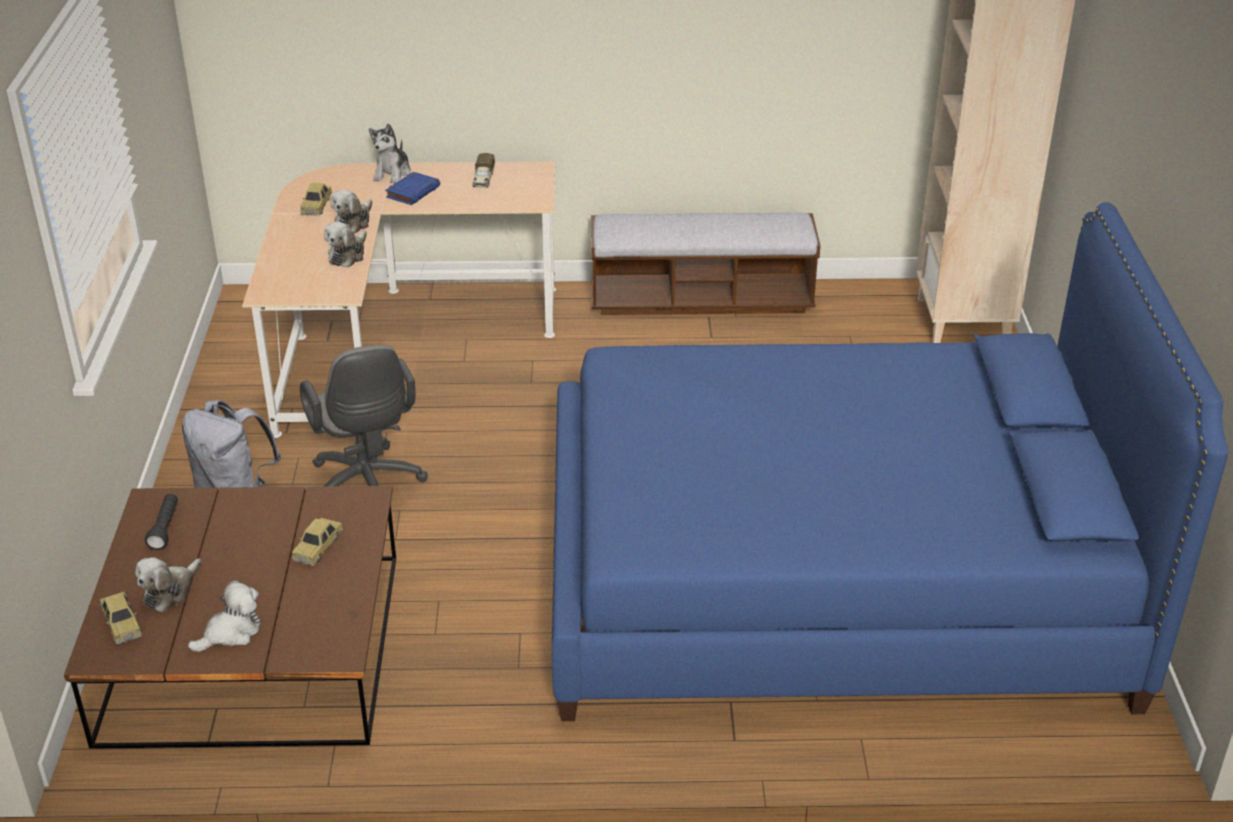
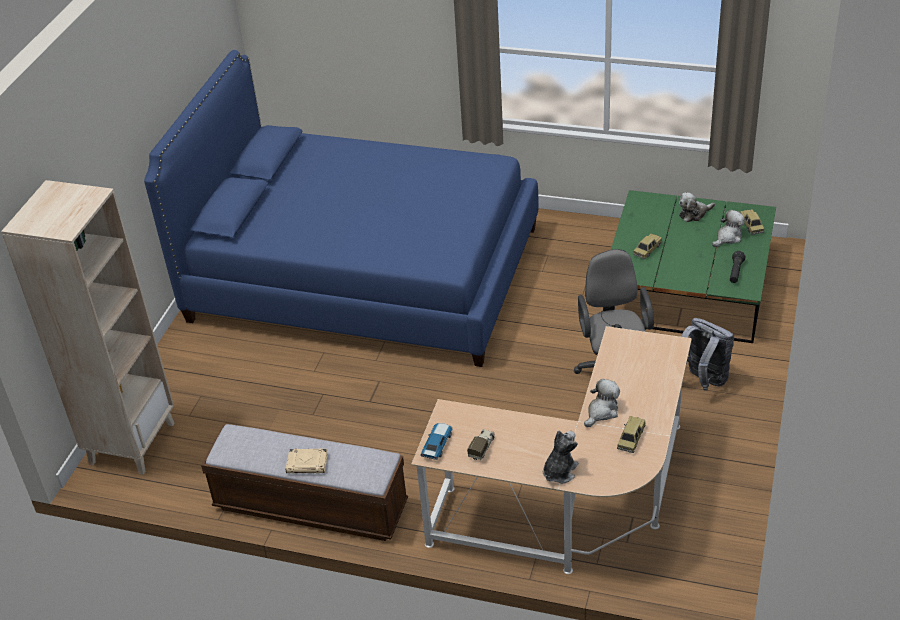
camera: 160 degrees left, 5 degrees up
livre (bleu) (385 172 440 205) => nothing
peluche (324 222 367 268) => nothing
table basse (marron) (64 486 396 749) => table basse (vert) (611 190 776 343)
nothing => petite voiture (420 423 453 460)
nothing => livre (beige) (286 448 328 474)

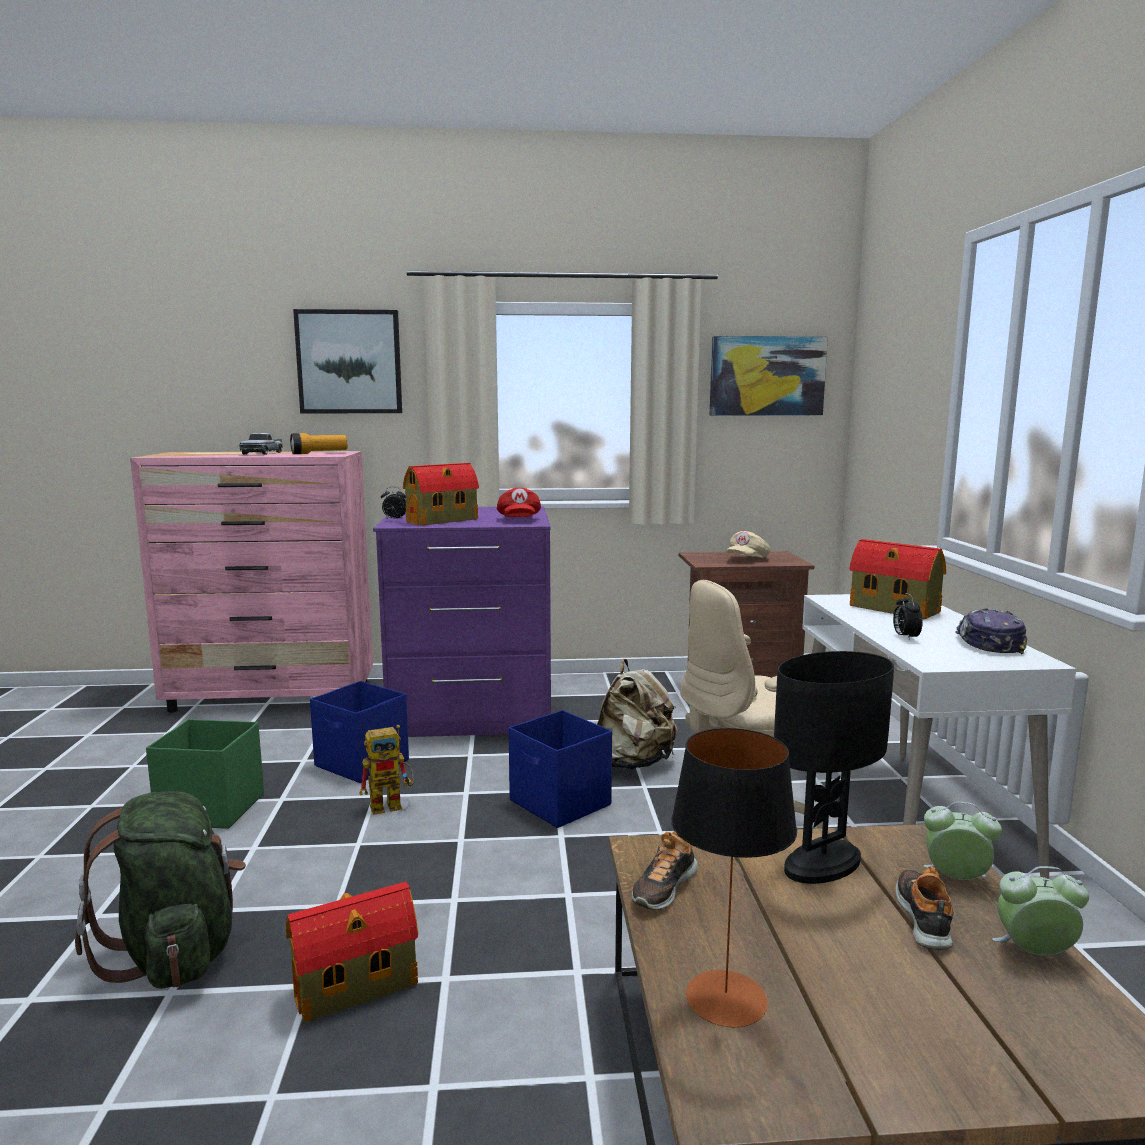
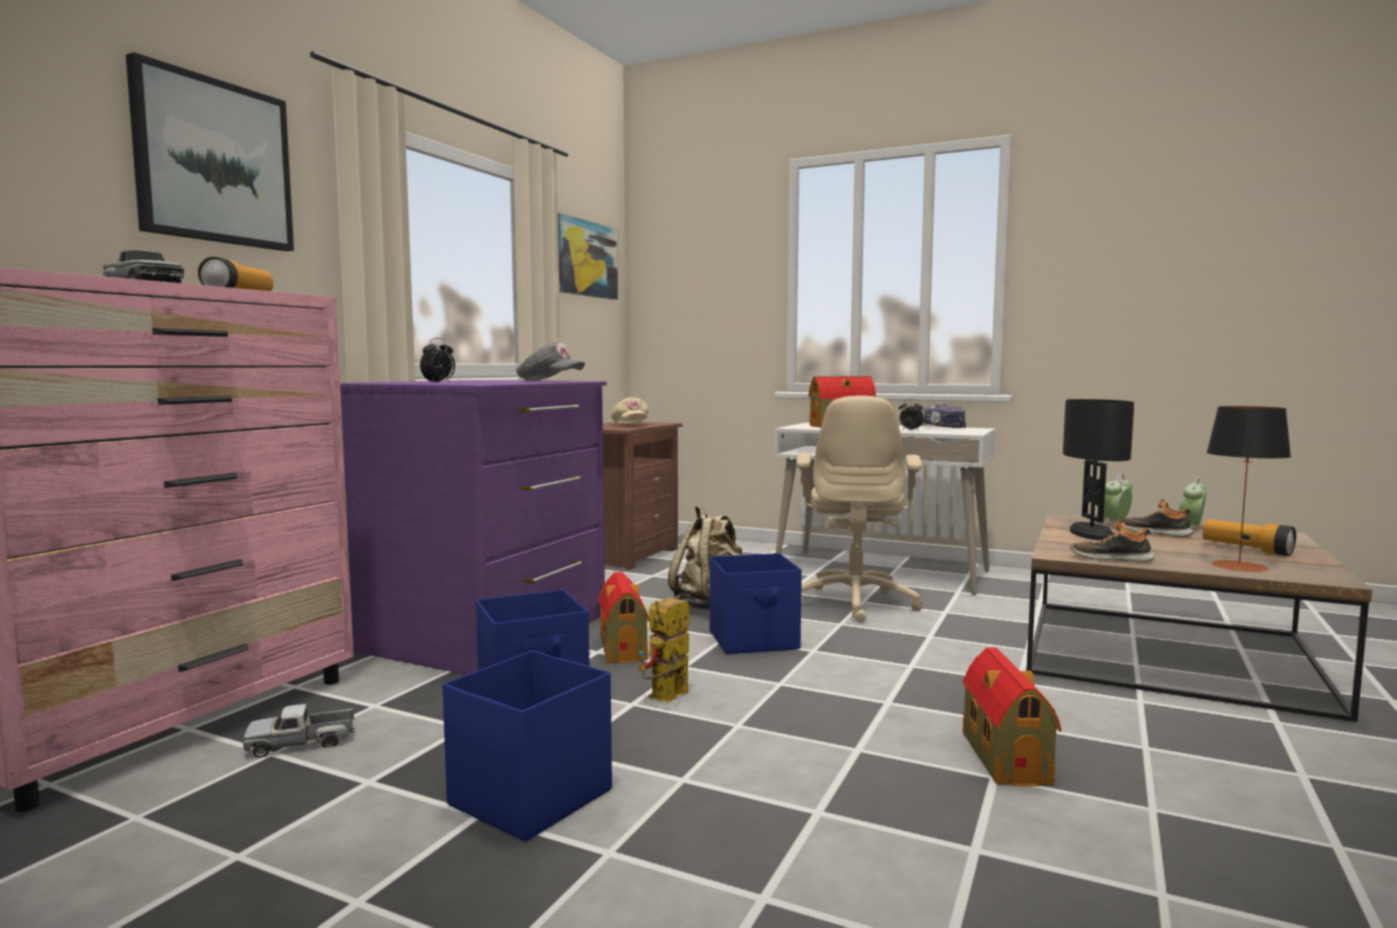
camera: 60 degrees left, 5 degrees down
maison miniature (403 463 479 525) => maison miniature (598 572 649 663), relocated
casquette (rouge) (497 488 541 517) => casquette (gris) (516 342 585 381)
boîte de rangement (vert) (146 719 264 829) => boîte de rangement (bleu) (442 650 612 842)
robot jouet (359 725 414 815) => robot jouet (638 597 689 702), 150 degrees counterclockwise
sac à dos (vert) (75 791 246 989) => nothing
chaussure (632 831 698 910) => chaussure (1070 519 1155 562), 135 degrees clockwise
nothing => lampe de poche (1203 519 1296 556)
nothing => camion jouet (243 704 355 758)

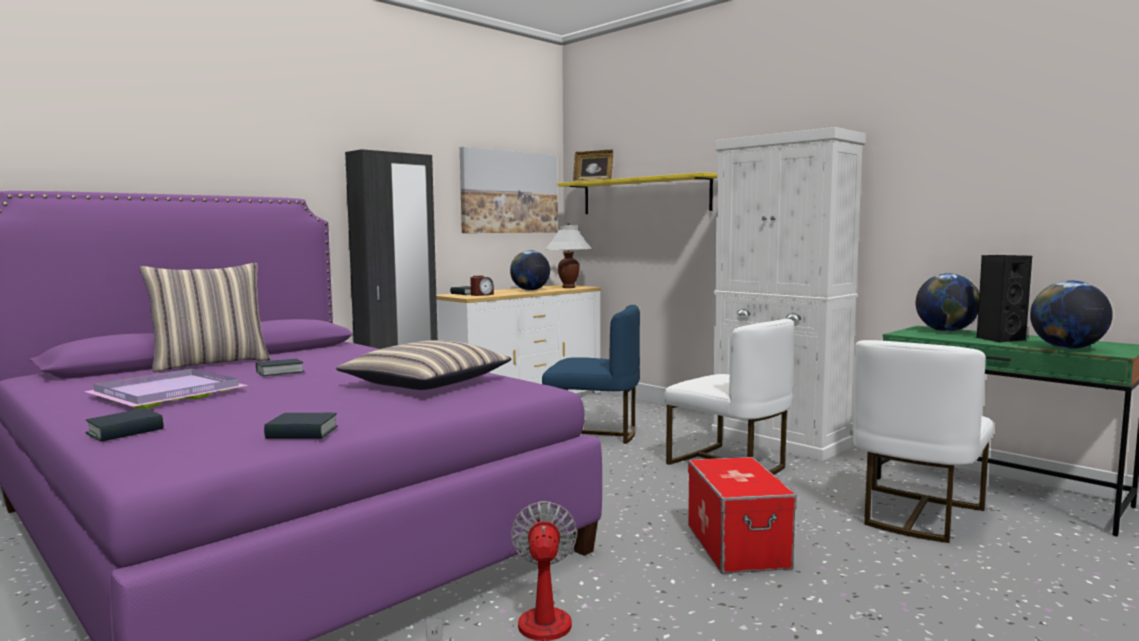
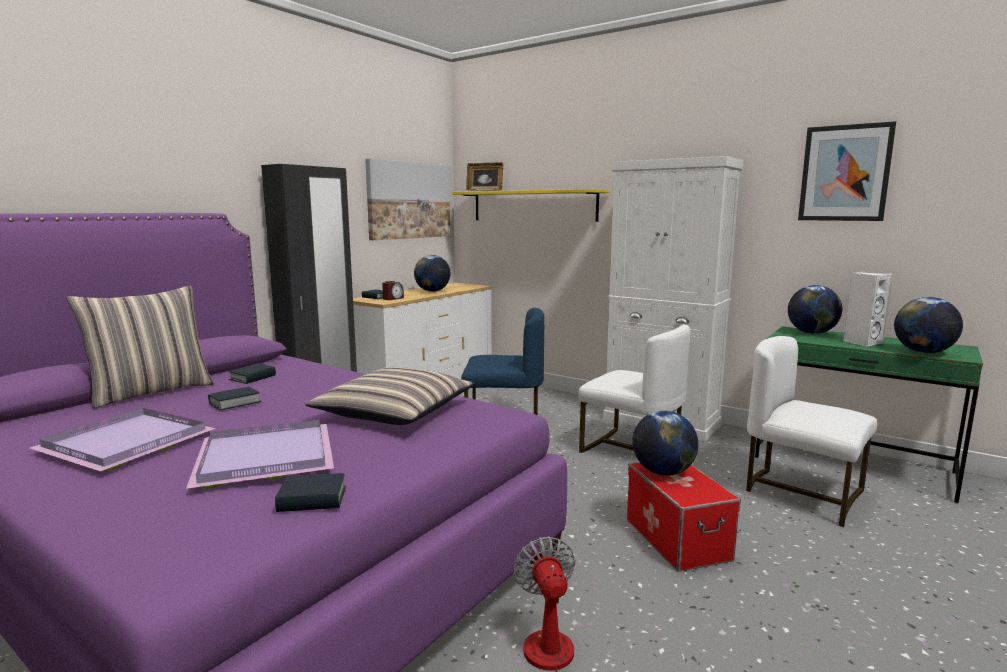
camera: 10 degrees left, 5 degrees up
lampe de table (blanc) (545 223 592 288) => nothing
enceinte (noir) (976 255 1032 343) => enceinte (blanc) (843 272 893 347)
chaise (blanc) (853 340 993 543) => chaise (blanc) (746 336 877 527), 105 degrees clockwise
livre (86 408 163 442) => livre (229 363 276 384), relocated
nothing => tableau (798 121 896 221)
nothing => globe (632 410 698 476)
nothing => plateau (violet) (186 420 334 489)

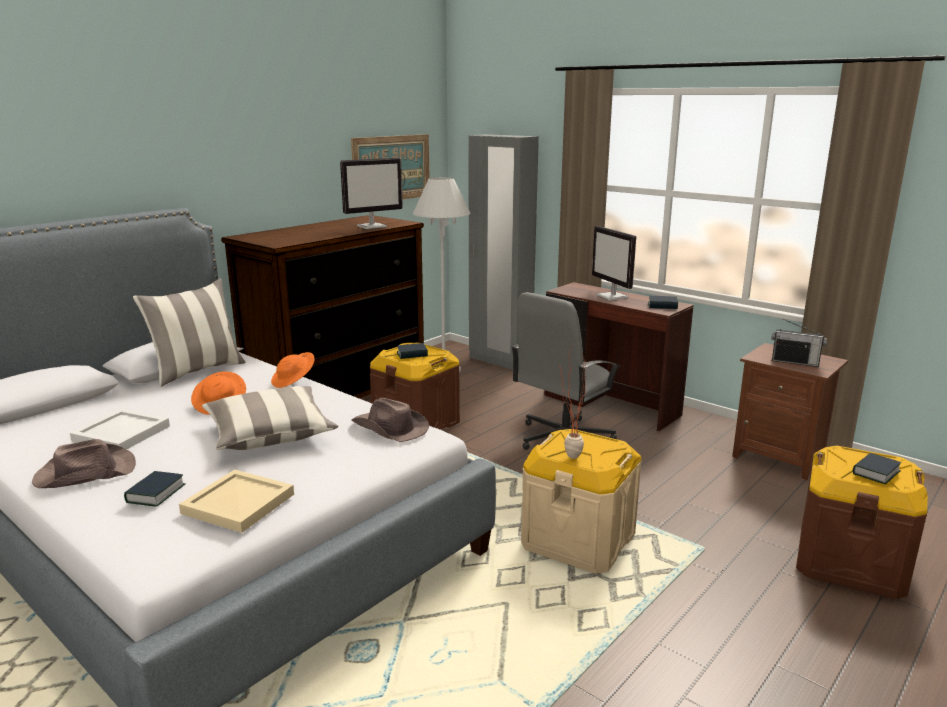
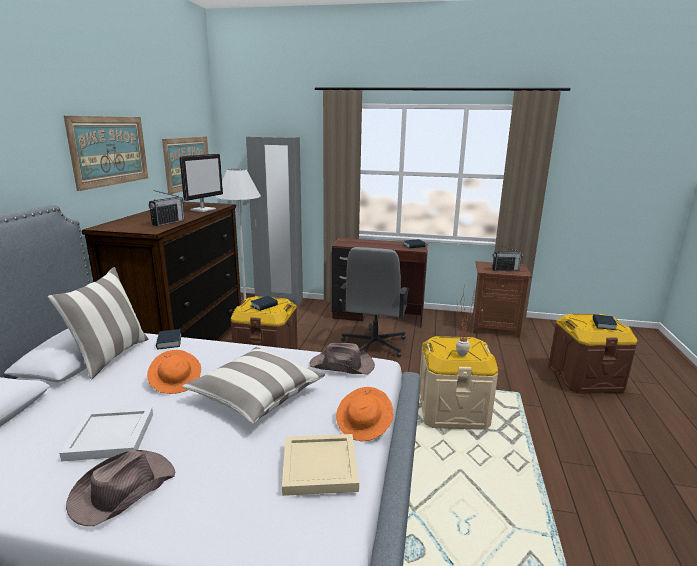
camera: 30 degrees left, 0 degrees up
écran d'ordinateur (592 226 636 301) => nothing
chapeau (orange) (271 352 315 388) => chapeau (orange) (336 387 394 441), relocated
livre (124 471 185 507) => livre (156 329 182 350), relocated
nothing => tableau (64 116 148 191)
nothing => radio (148 190 185 226)

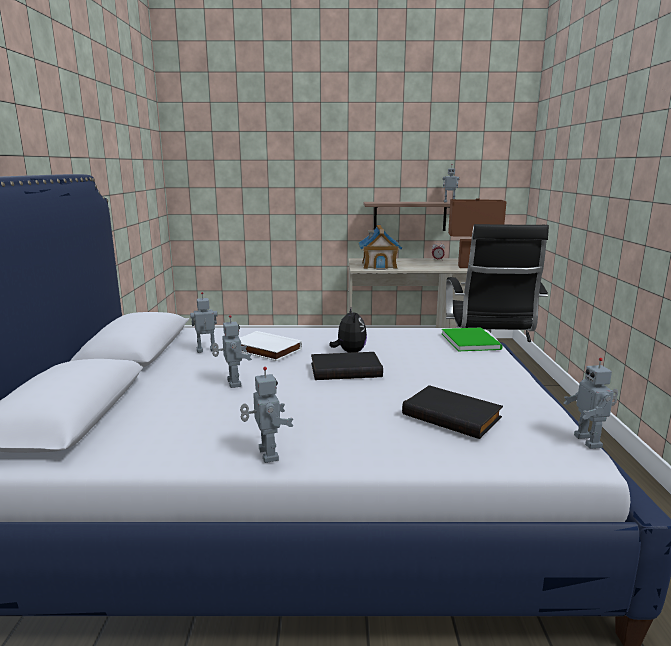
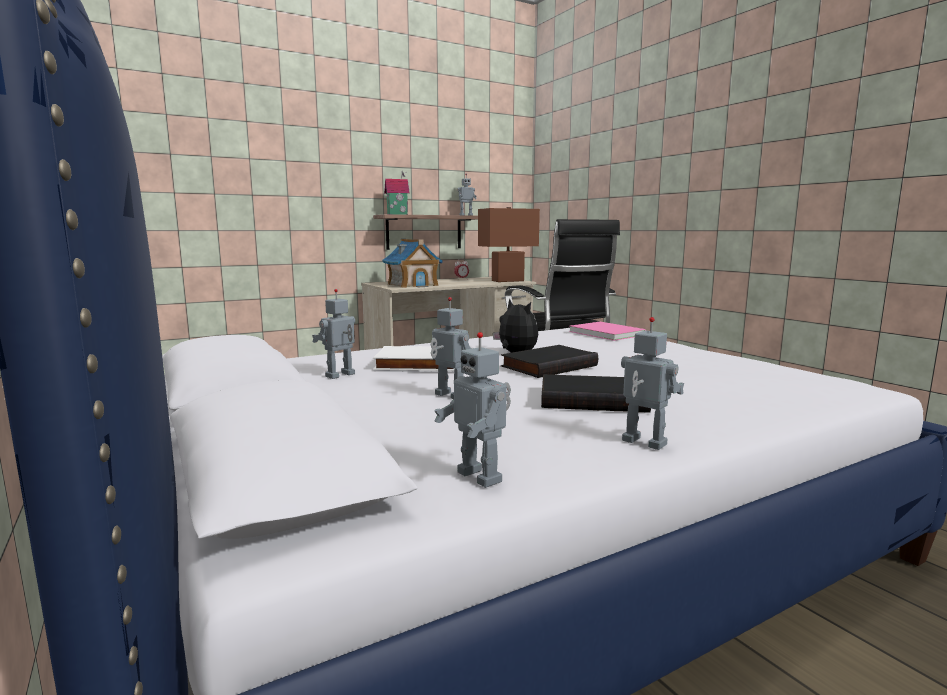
camera: 30 degrees left, 5 degrees down
livre (vert) (441 327 503 351) => livre (rose) (569 322 646 341)
robot jouet (564 357 618 449) => robot jouet (434 332 511 488), relocated
livre (noir) (402 385 503 439) => livre (noir) (541 374 651 413), relocated
nothing => maison miniature (384 171 410 215)

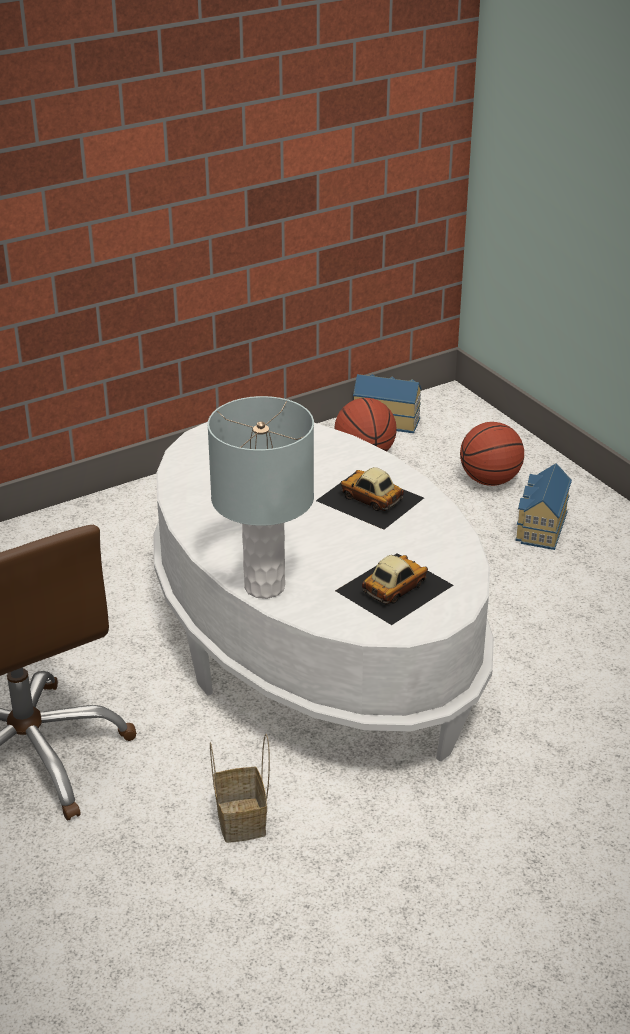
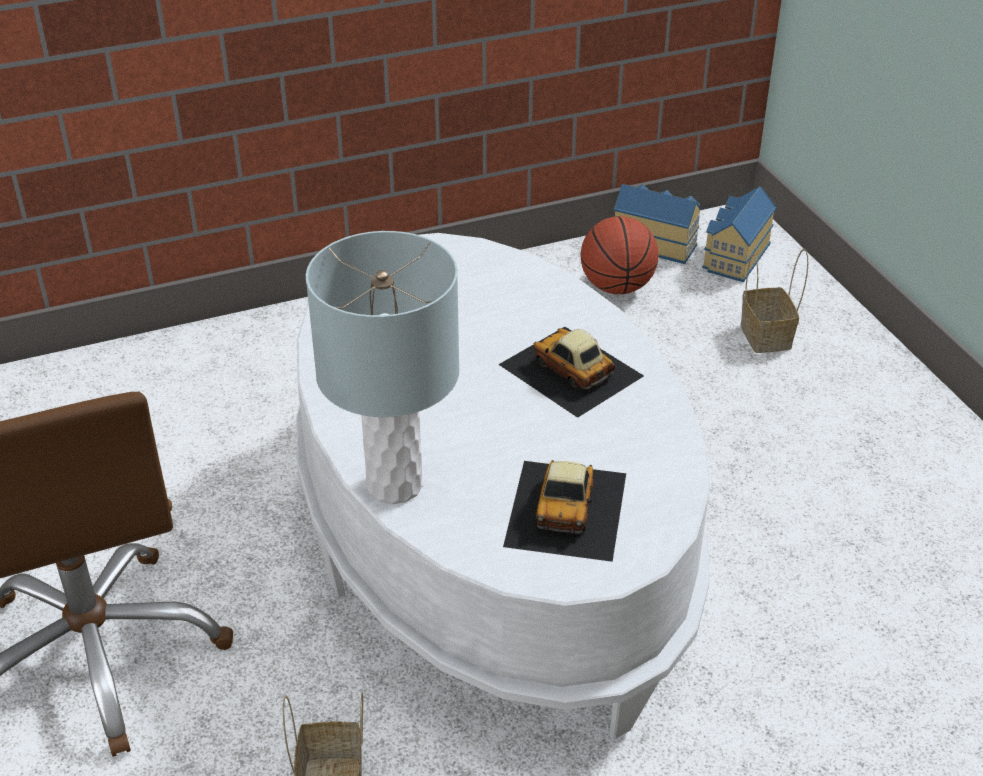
camera: 10 degrees right, 5 degrees up
ballon de basket (460 422 524 486) => panier (741 249 808 353)
maison miniature (515 463 572 550) => maison miniature (702 186 777 282), relocated
petite voiture (335 553 453 625) => petite voiture (503 460 626 562), 135 degrees clockwise

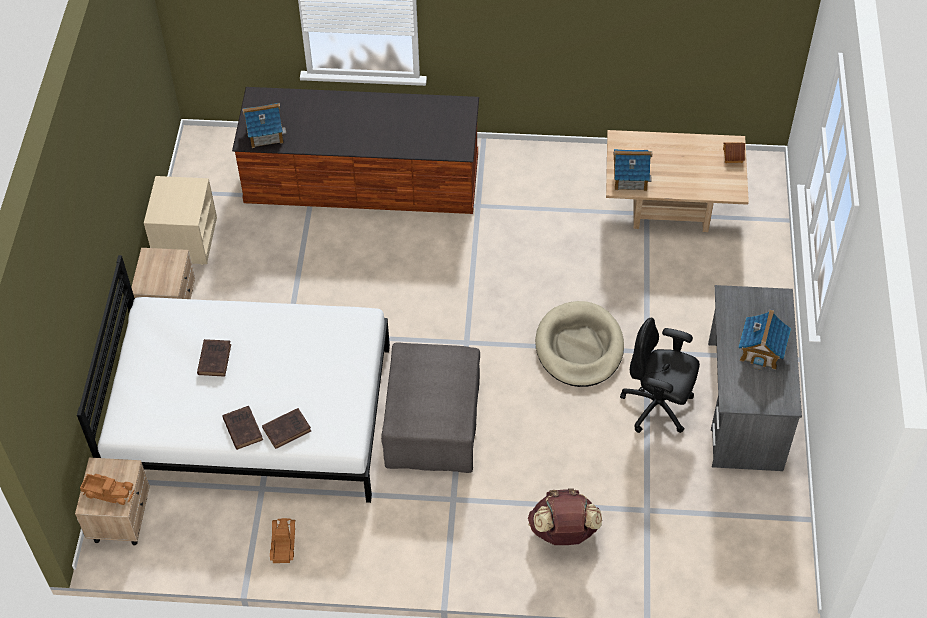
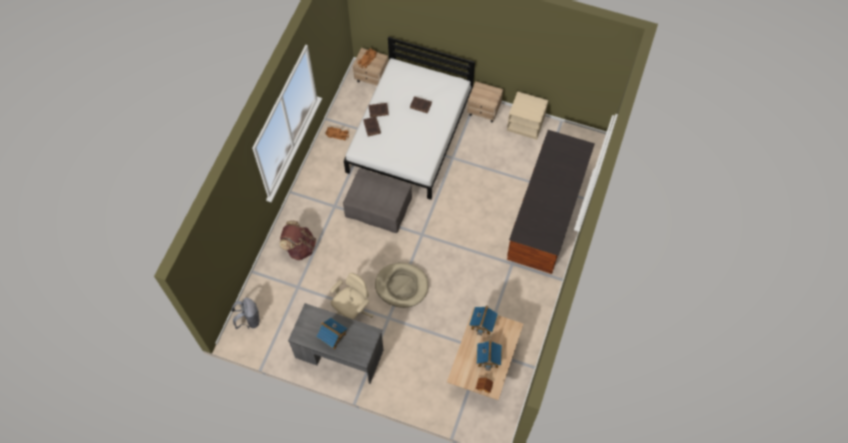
camera: 105 degrees right, 10 degrees up
maison miniature (242 103 287 148) => maison miniature (477 340 502 370), relocated
chaise de bureau (noir) (620 317 700 433) => chaise de bureau (beige) (330 273 373 320)
nothing => sac à dos (gris) (231 298 260 329)

